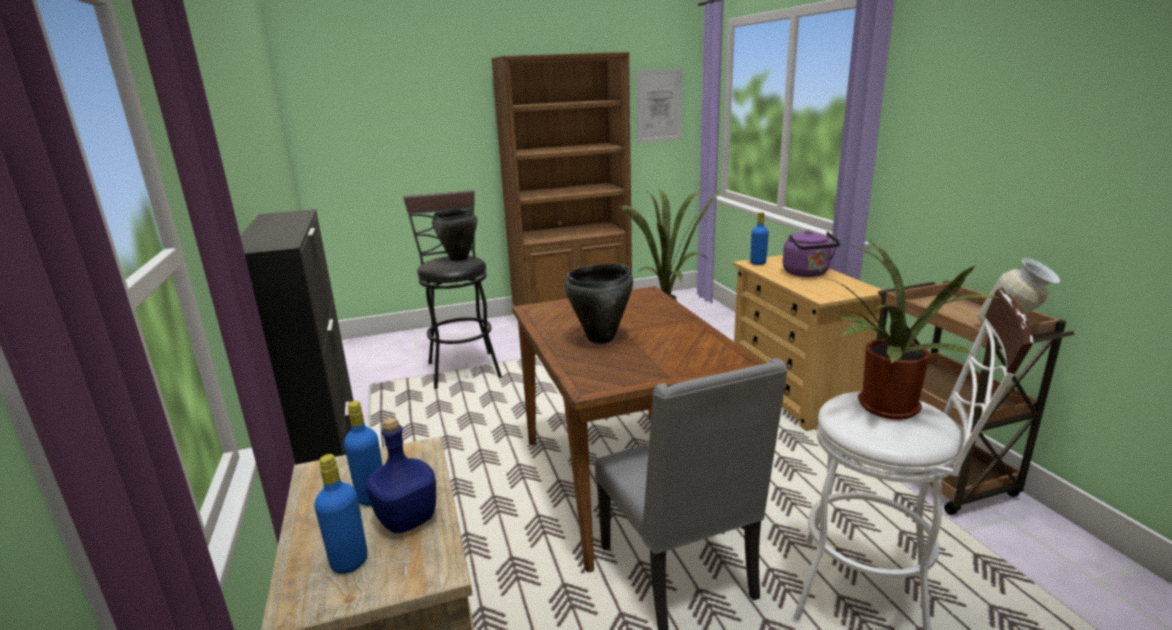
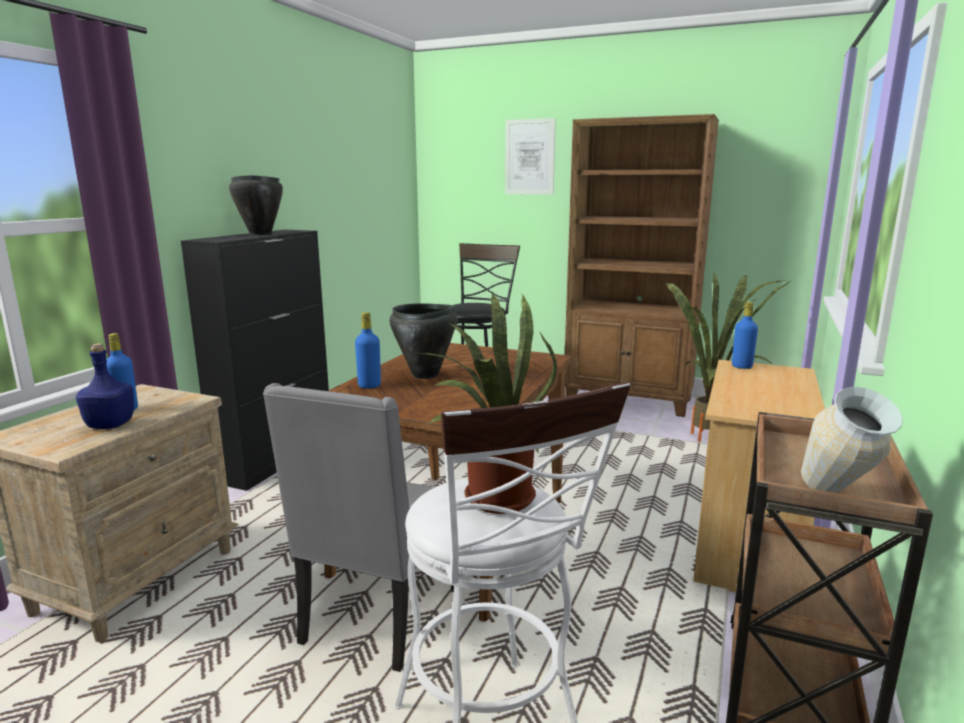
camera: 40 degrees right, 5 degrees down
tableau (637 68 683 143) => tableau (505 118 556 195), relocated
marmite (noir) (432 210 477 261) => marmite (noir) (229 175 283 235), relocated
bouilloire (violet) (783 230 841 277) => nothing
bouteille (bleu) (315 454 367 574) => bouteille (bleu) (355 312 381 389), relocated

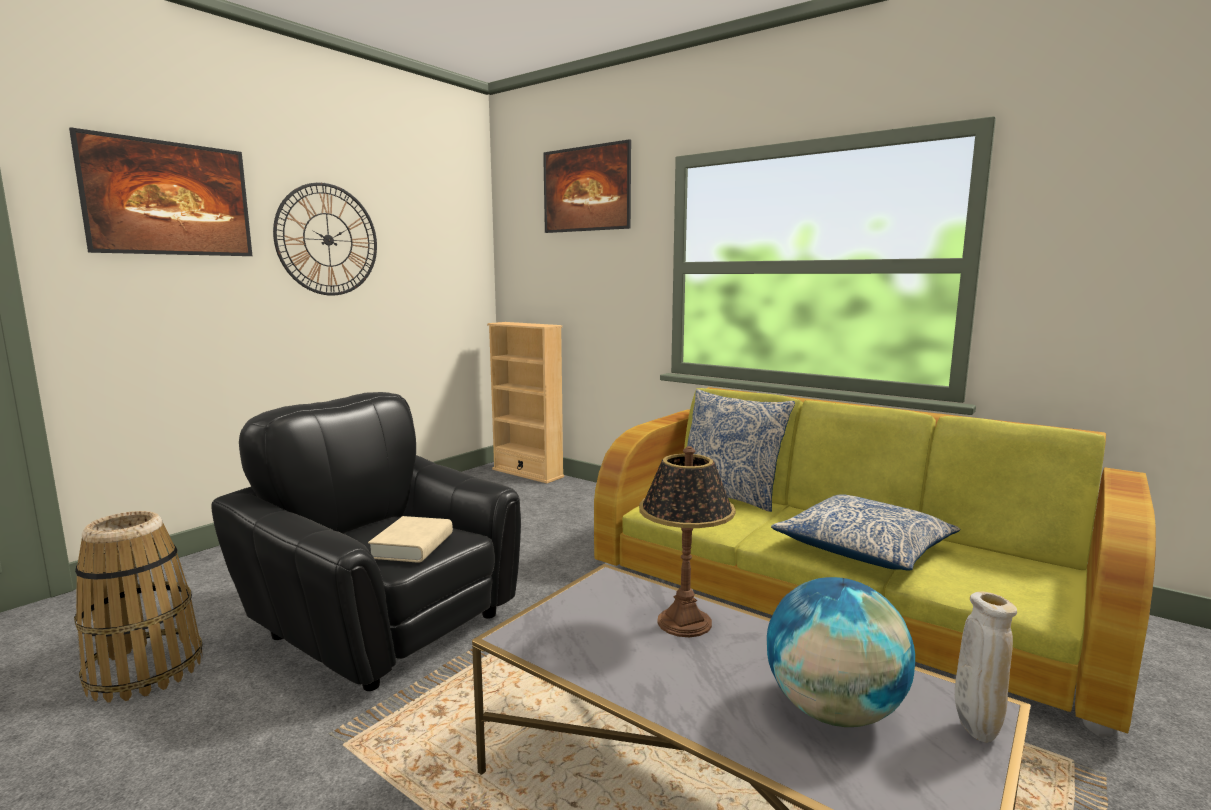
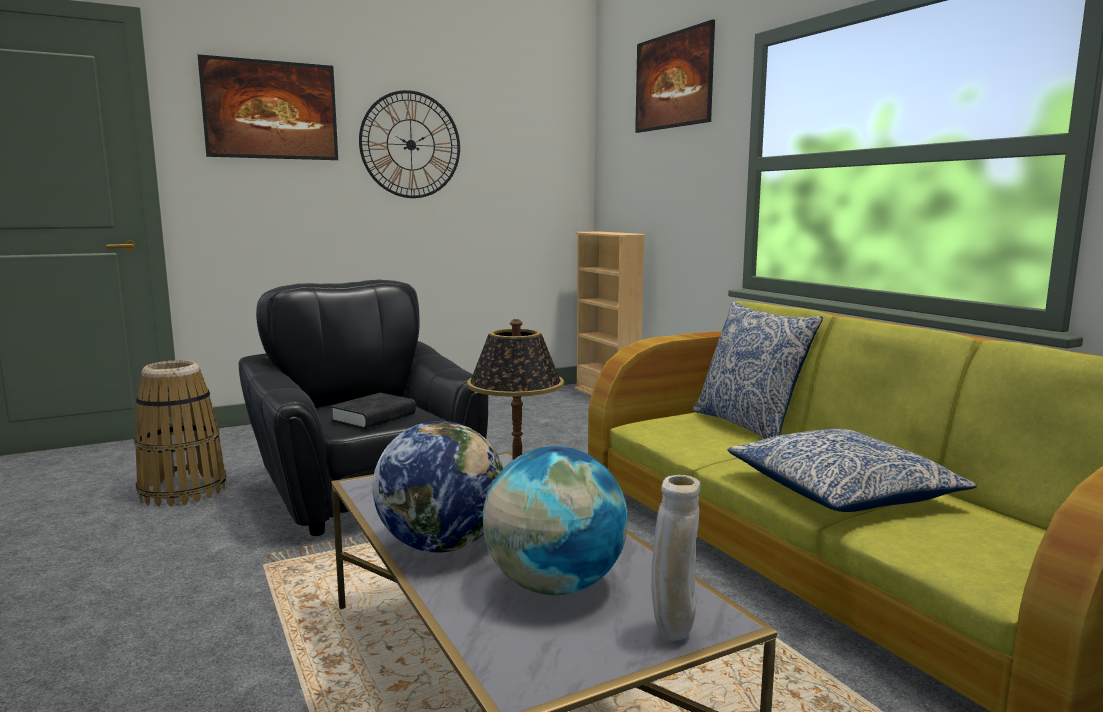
camera: 25 degrees right, 0 degrees up
livre (beige) (368 516 453 563) => livre (noir) (330 393 416 429)
nothing => globe (372 421 503 553)

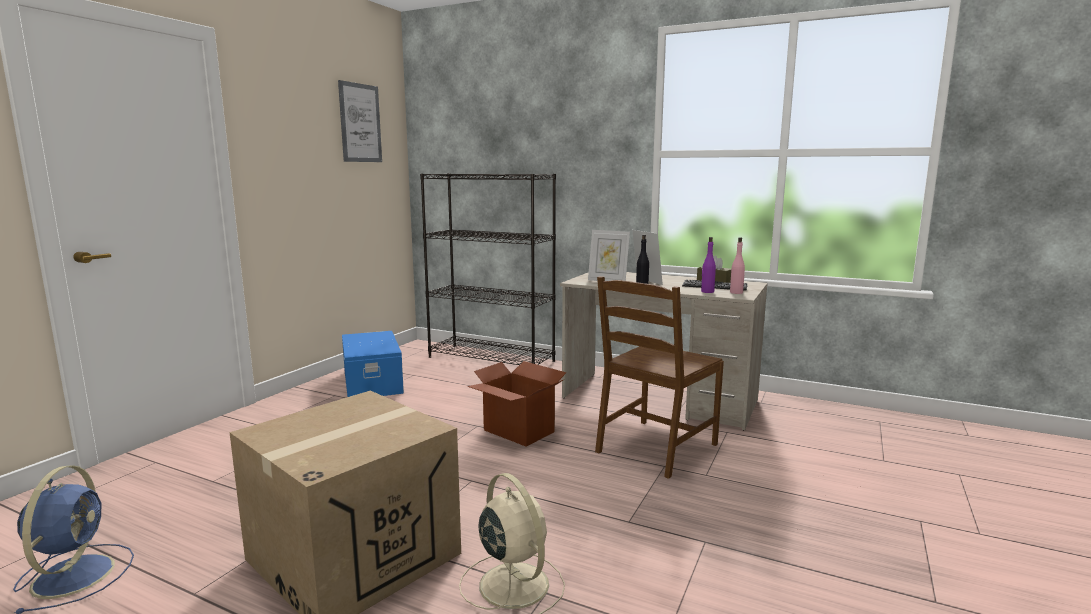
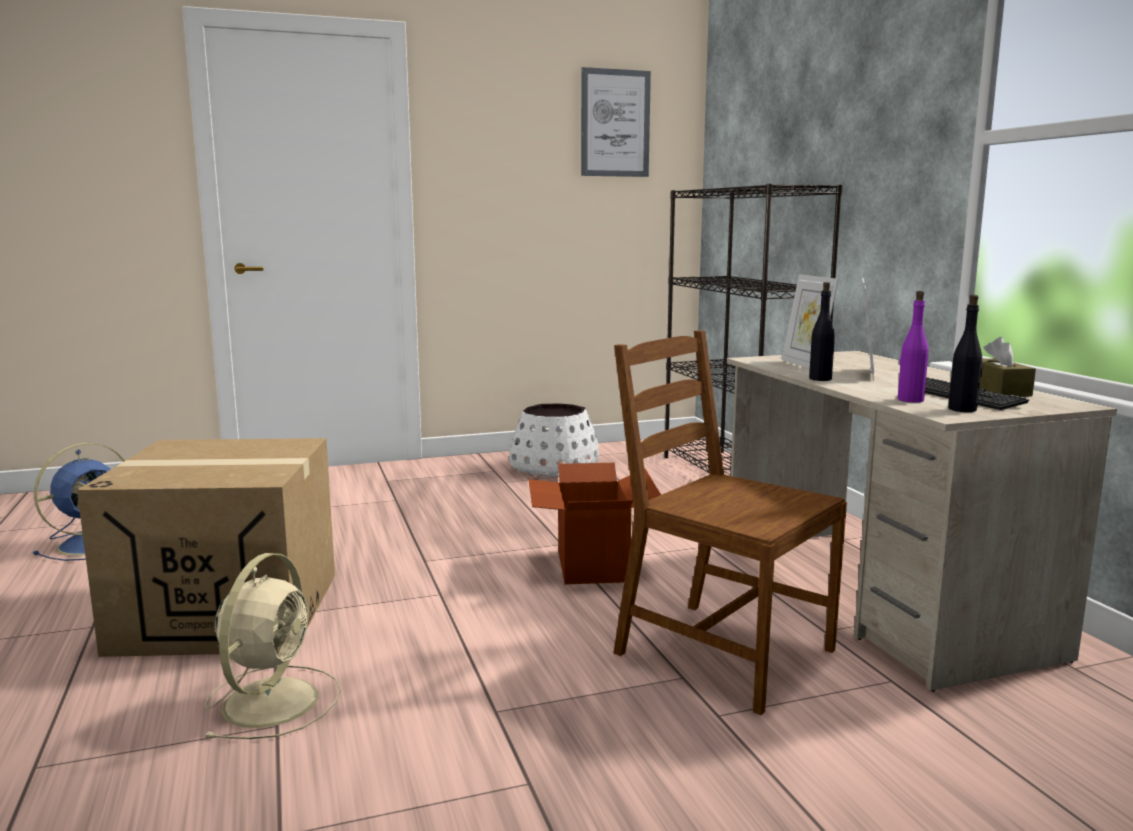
camera: 45 degrees right, 0 degrees up
bouteille (rose) (730 237 745 294) => bouteille (noir) (948 295 983 412)
chaise (marron) (595 276 724 479) => chaise (marron) (614 330 847 715), 45 degrees clockwise
boîte de rangement (bleu) (342 331 404 397) => cache-pot (blanc) (509 404 599 477)

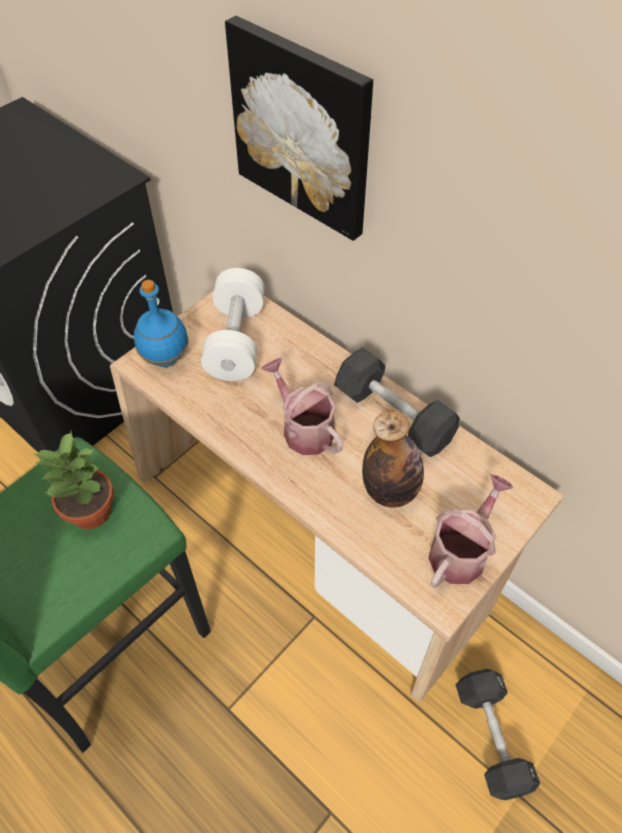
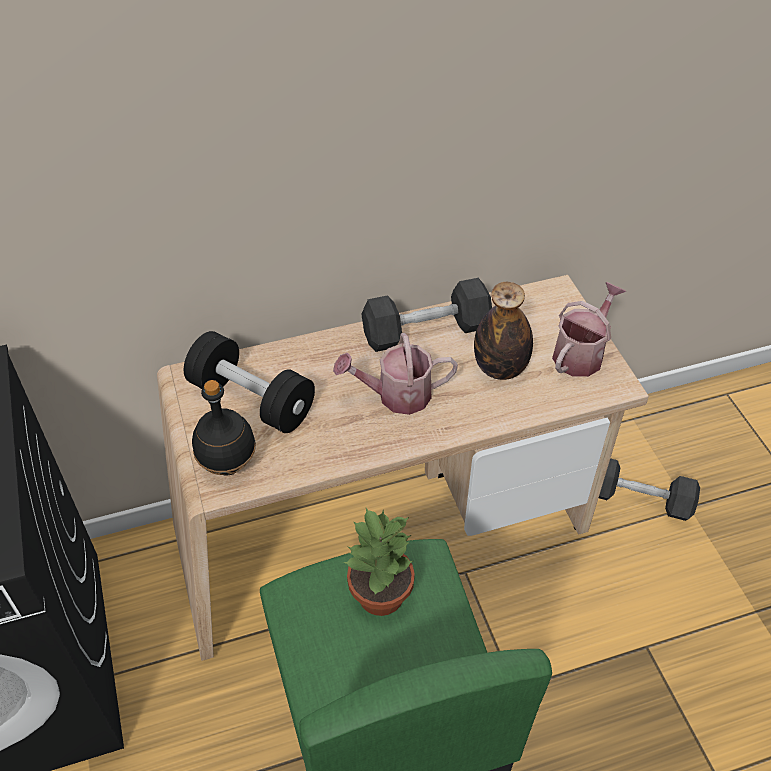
camera: 60 degrees left, 5 degrees down
tableau (225 16 373 241) => nothing
haltère (blanc) (201 268 265 381) => haltère (noir) (184 331 315 433)
bouteille (bleu) (134 280 189 367) => bouteille (noir) (192 380 256 475)
arrosoir (428 474 513 588) => arrosoir (552 282 626 377), 60 degrees clockwise

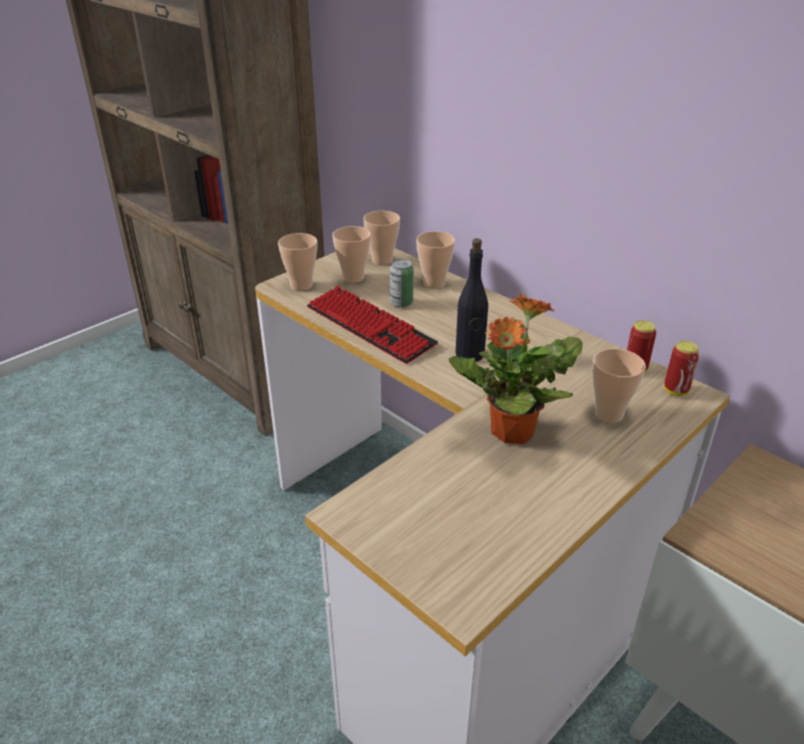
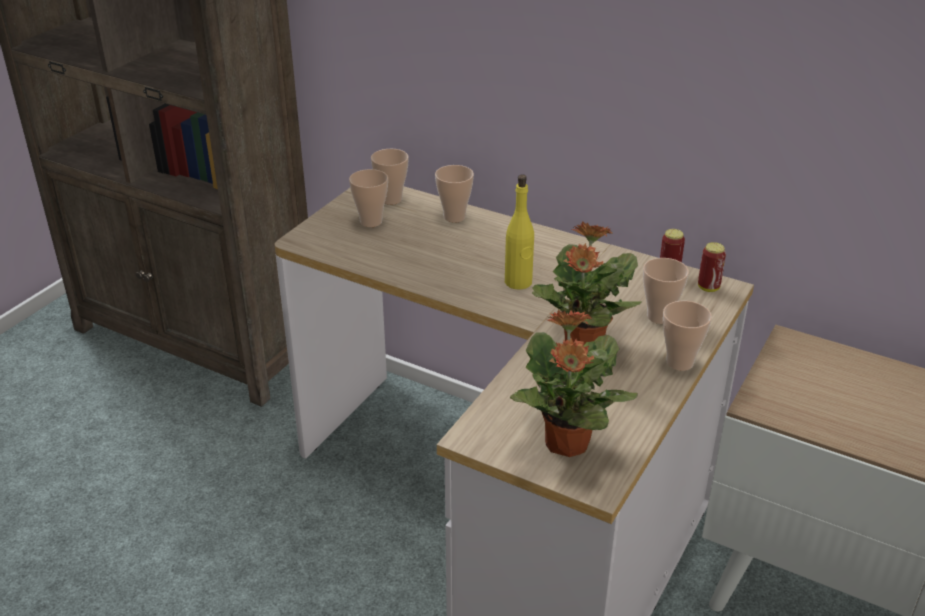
camera: 15 degrees left, 0 degrees up
tasse (278 233 317 291) => tasse (663 301 712 371), relocated
bouteille (noir) (456 238 488 362) => bouteille (jaune) (505 174 534 289)
boîte métallique (390 259 414 308) => nothing
clavier (307 286 438 364) => nothing
nothing => plante en pot (510 310 638 457)

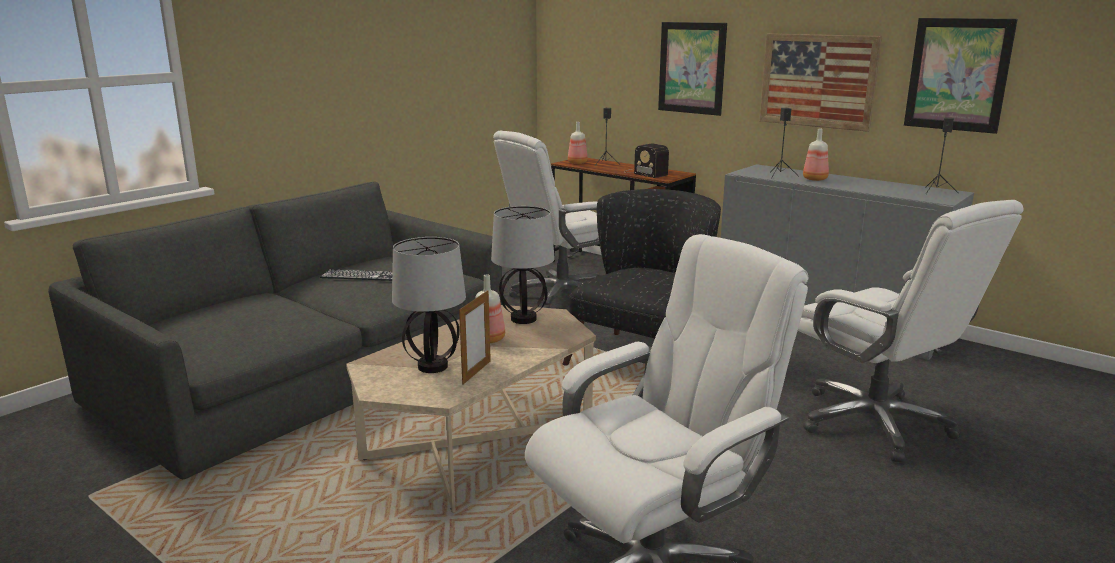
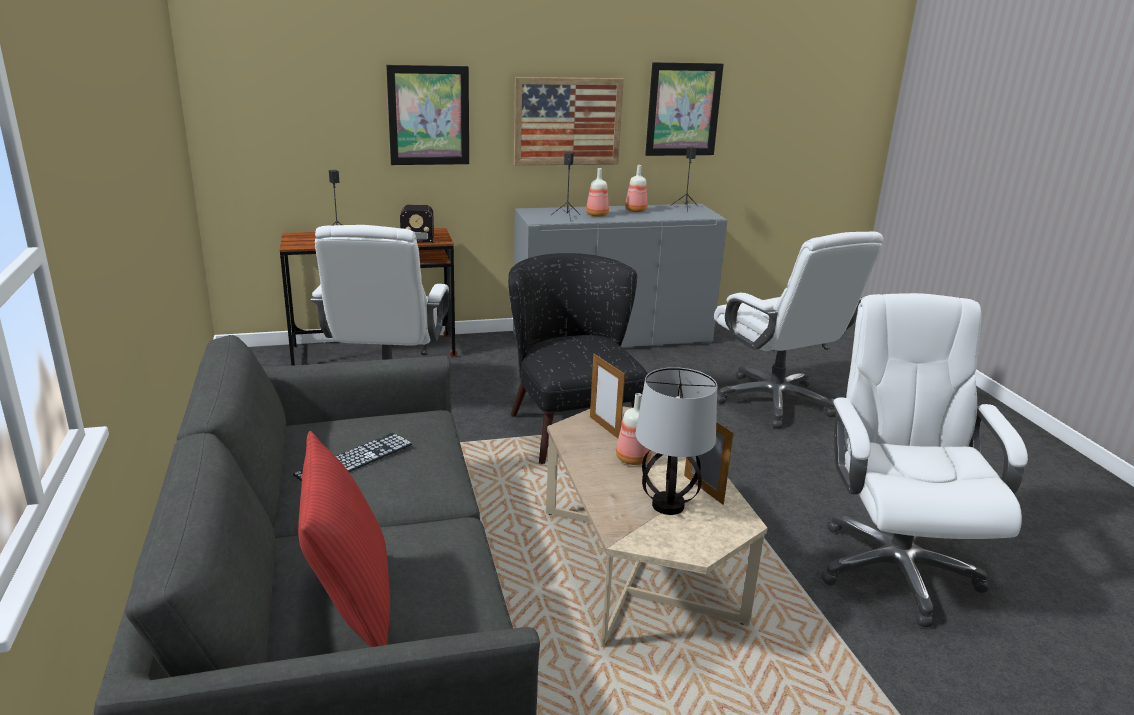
camera: 55 degrees left, 5 degrees up
bouteille (568 122 588 164) => bouteille (625 165 647 212), relocated
chaise de bureau (blanc) (798 200 1024 462) => chaise de bureau (blanc) (714 232 883 428), 60 degrees clockwise
lampe de table (491 206 555 324) => cadre photo (590 354 625 438)
nothing => coussin (rouge) (298 431 390 647)

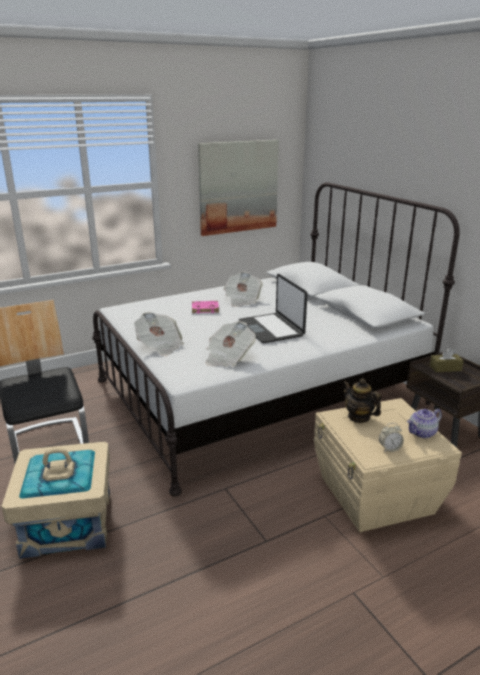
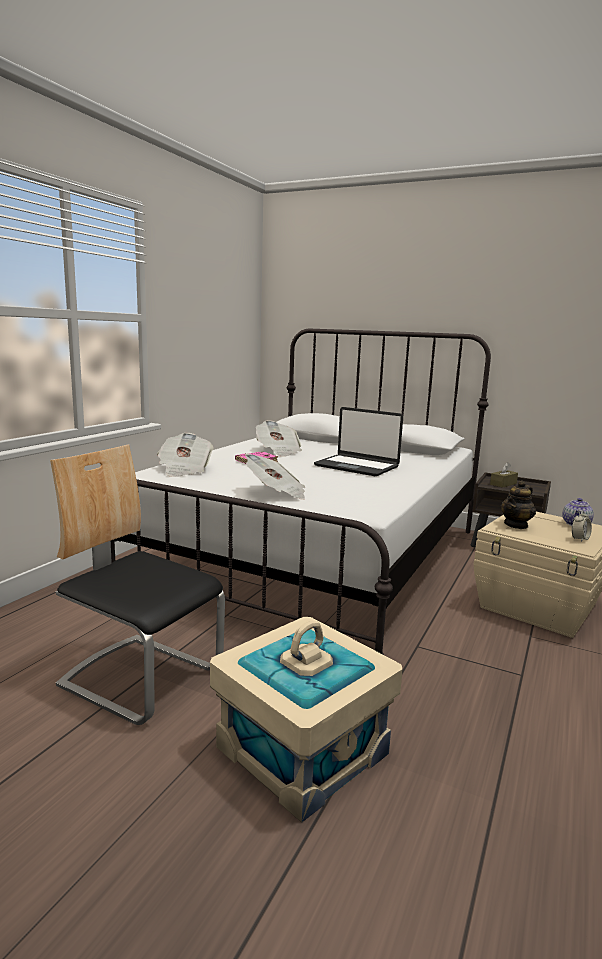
camera: 35 degrees left, 10 degrees down
tableau (198 140 279 236) => nothing
journal (205 321 256 367) => journal (157 433 214 477), relocated
théière (343 378 381 423) => théière (501 480 536 529), 60 degrees counterclockwise

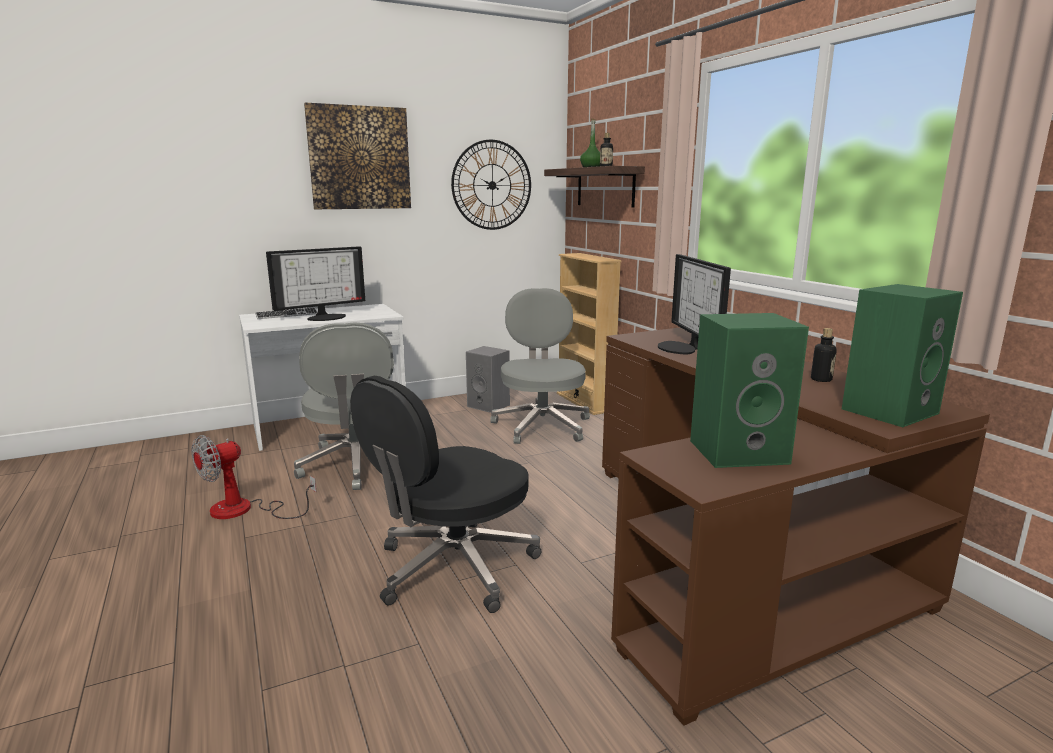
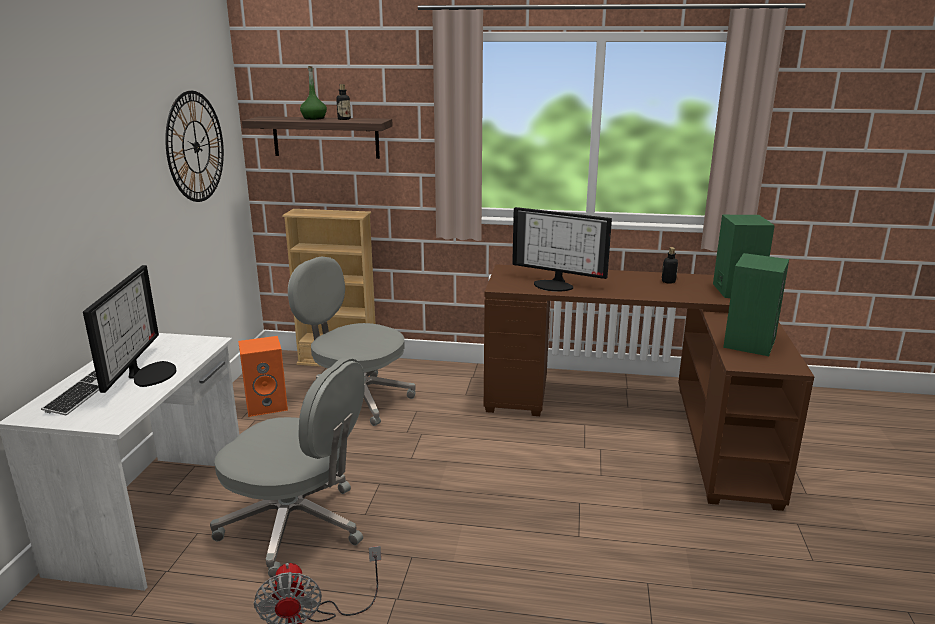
camera: 55 degrees left, 5 degrees up
tableau (304 103 411 209) => nothing
enceinte (gris) (466 346 510 413) => enceinte (orange) (238 336 288 417)
chaise de bureau (noir) (350 376 541 613) => nothing

